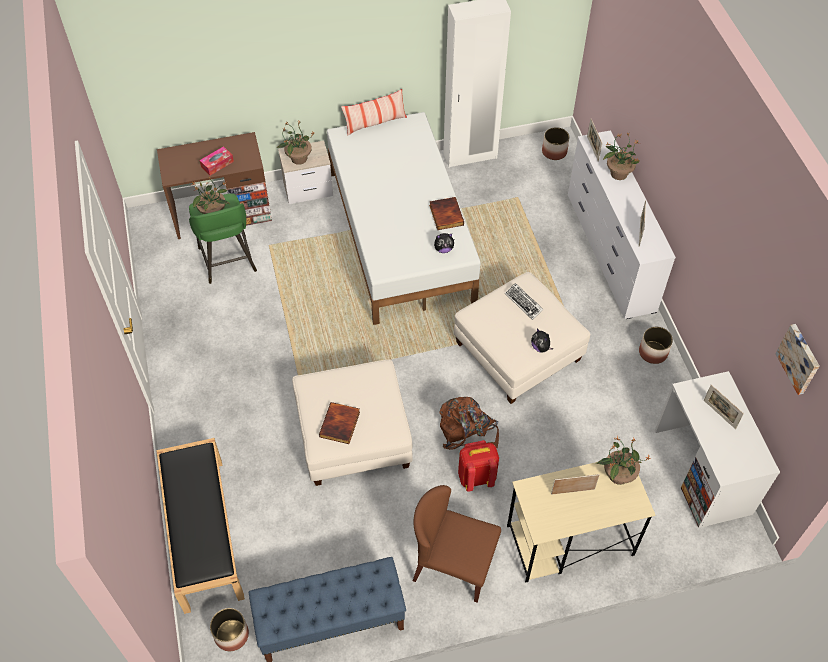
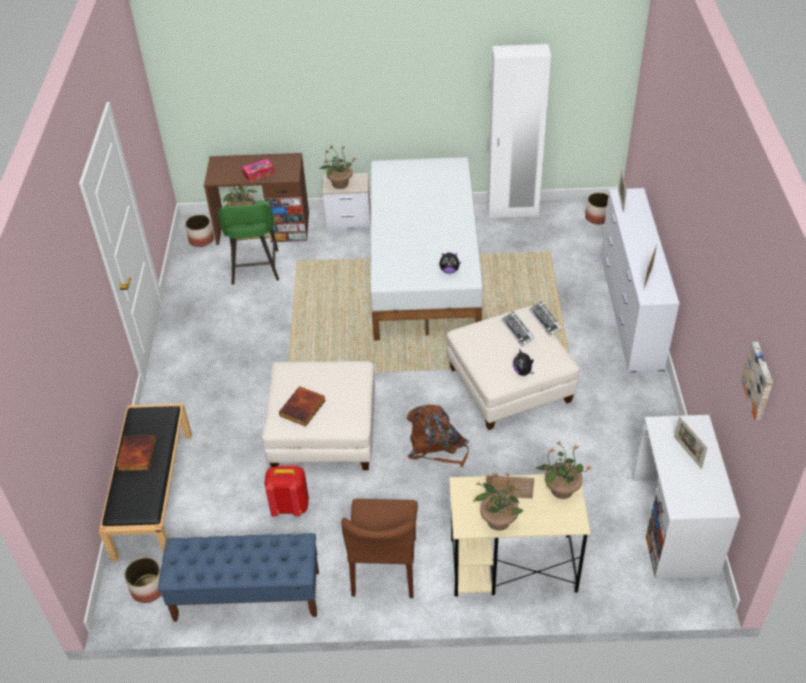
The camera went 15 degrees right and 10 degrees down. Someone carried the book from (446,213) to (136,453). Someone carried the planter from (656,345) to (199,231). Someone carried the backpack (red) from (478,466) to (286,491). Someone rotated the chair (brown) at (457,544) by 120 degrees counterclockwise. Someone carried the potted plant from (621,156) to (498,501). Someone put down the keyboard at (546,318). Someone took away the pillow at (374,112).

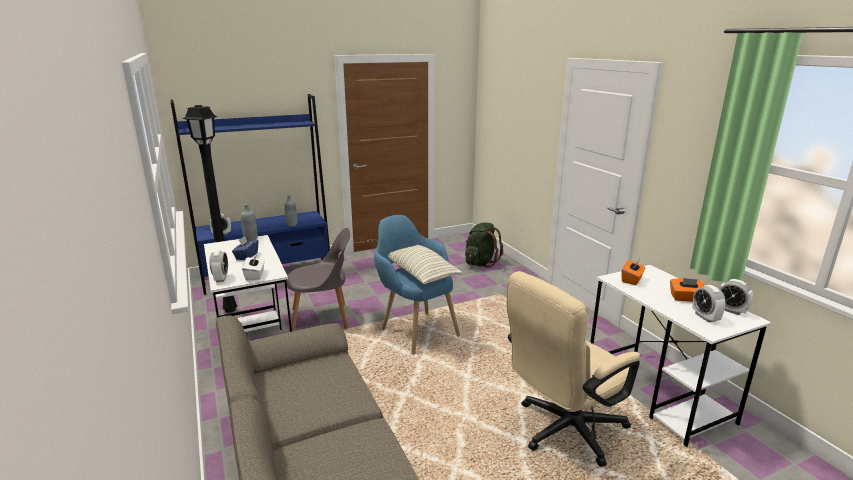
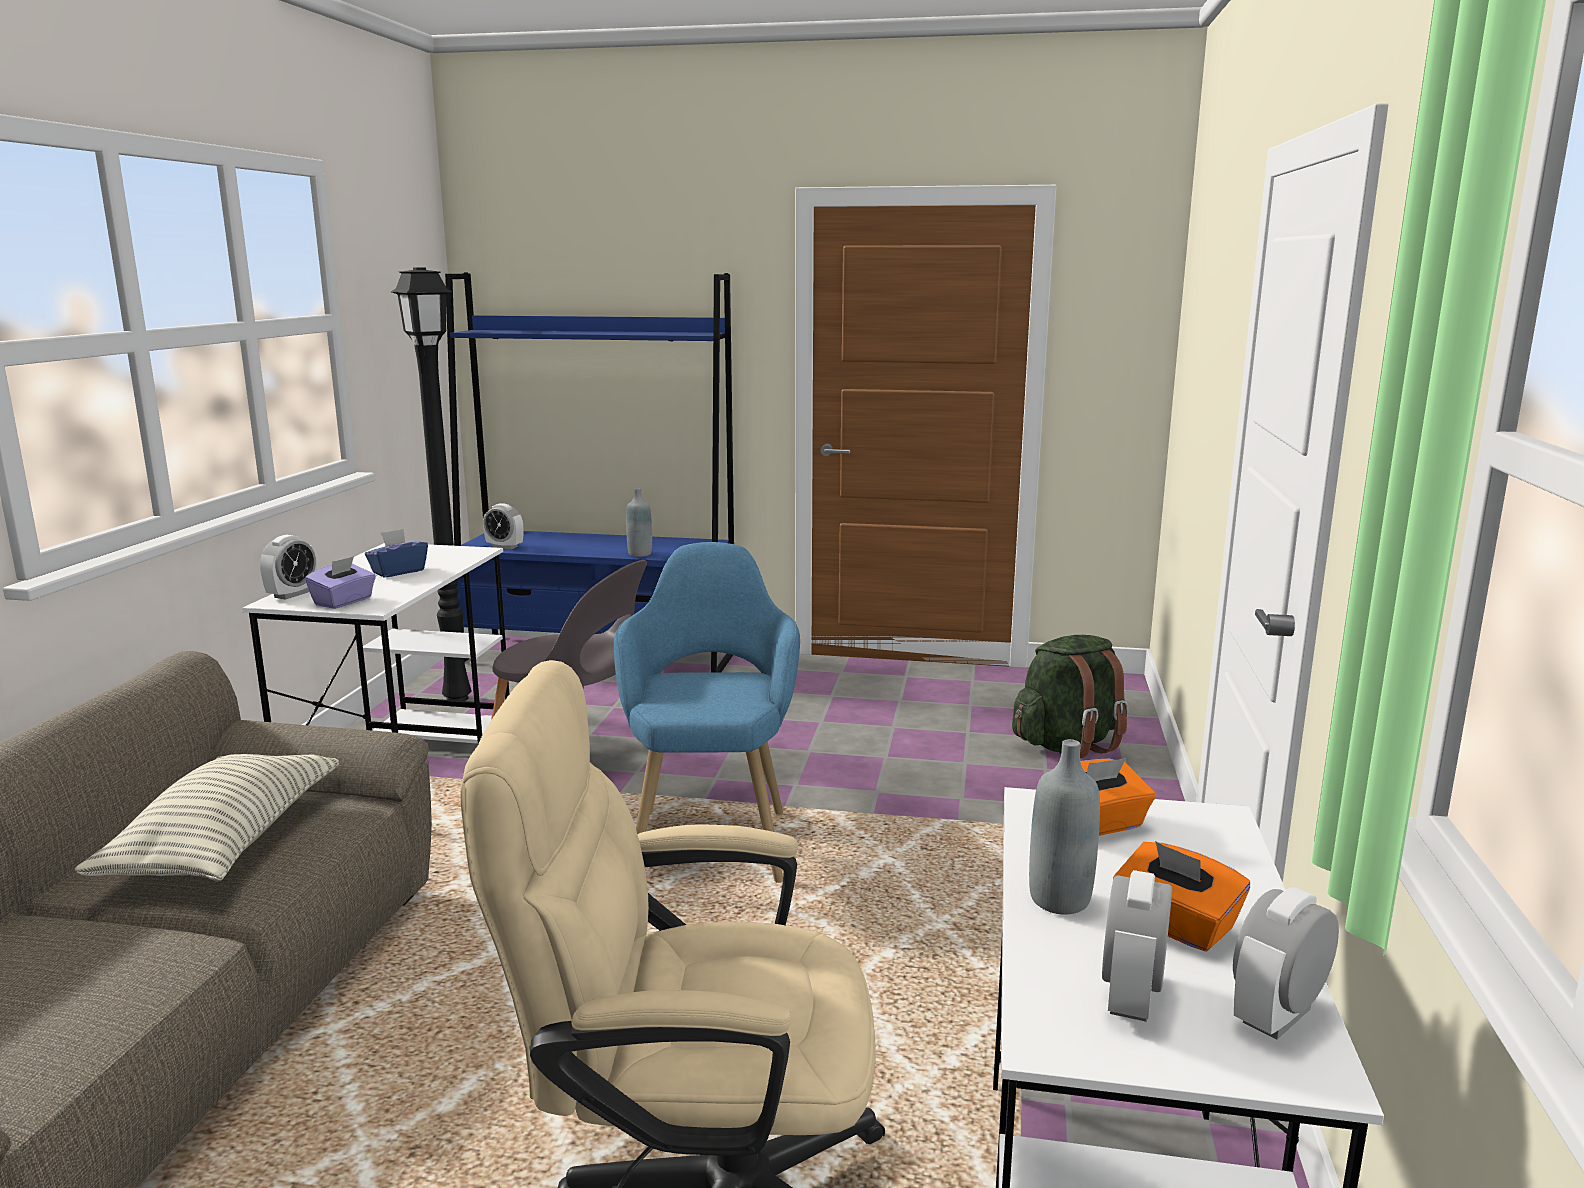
The camera went 35 degrees right and 5 degrees down. Someone carried the pillow from (425,264) to (207,818). Someone repainted the tissue box (white) at (253,267), which became the tissue box (purple) at (340,582). Someone carried the bottle (grey) from (249,222) to (1064,827). Someone rotated the alarm clock at (736,297) by 60 degrees clockwise.

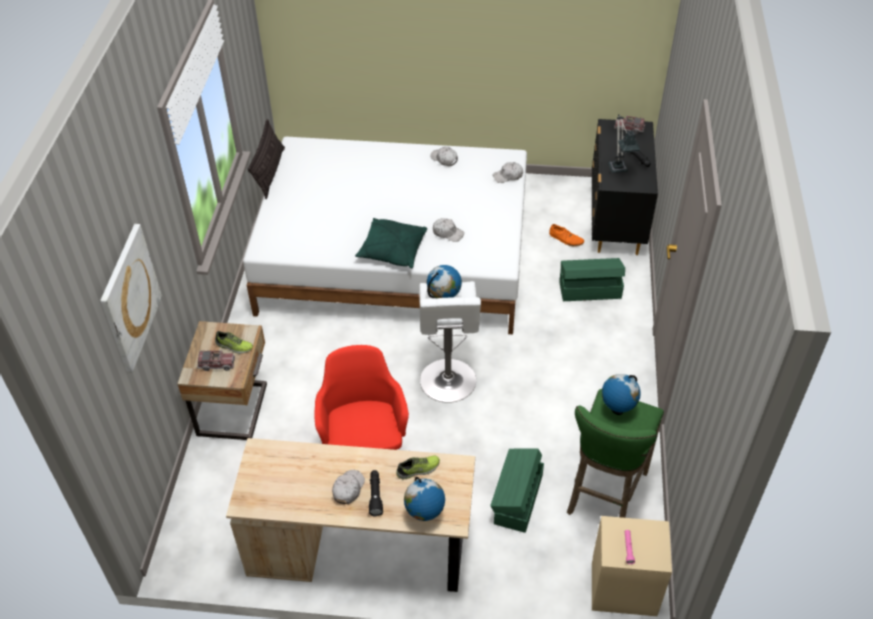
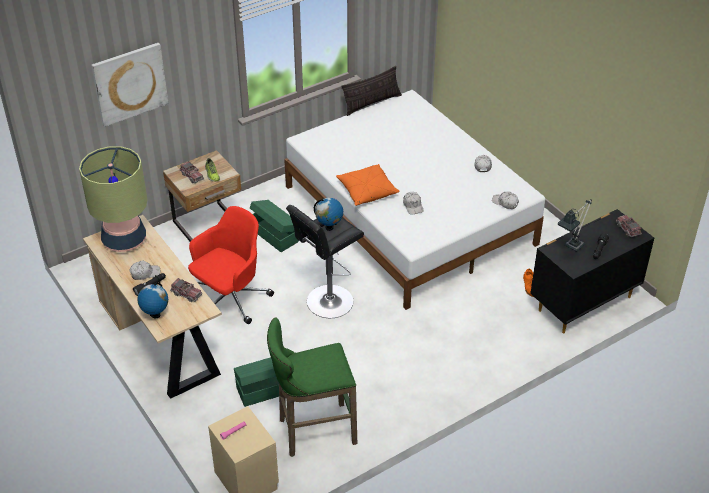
The camera went 50 degrees right and 5 degrees down. Someone put down the table lamp at (113,199). Someone swapped the shoe at (418,467) for the toy truck at (186,290). Someone carried the storage box (green) from (592,279) to (274,226). Someone repainted the stool (white) at (450,342), which became the stool (black) at (325,261). Someone repainted the pillow (green) at (391,243), which became the pillow (orange) at (367,185). Someone took away the globe at (621,394).

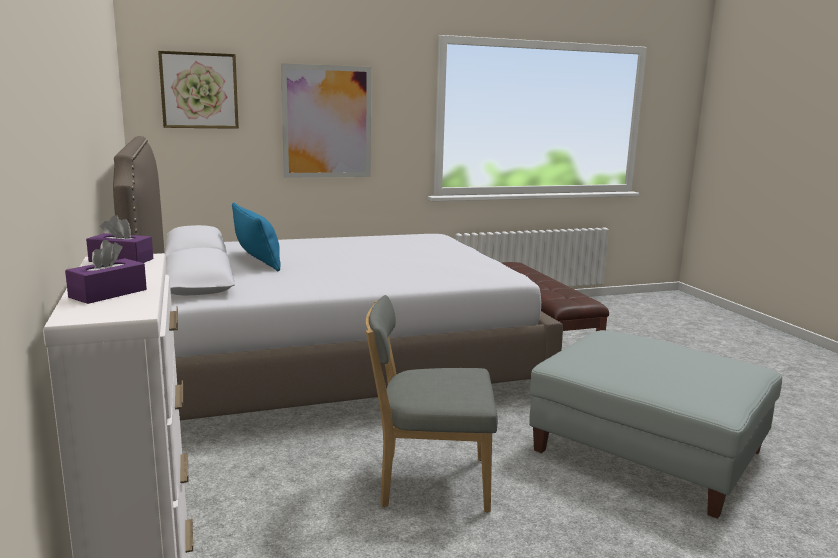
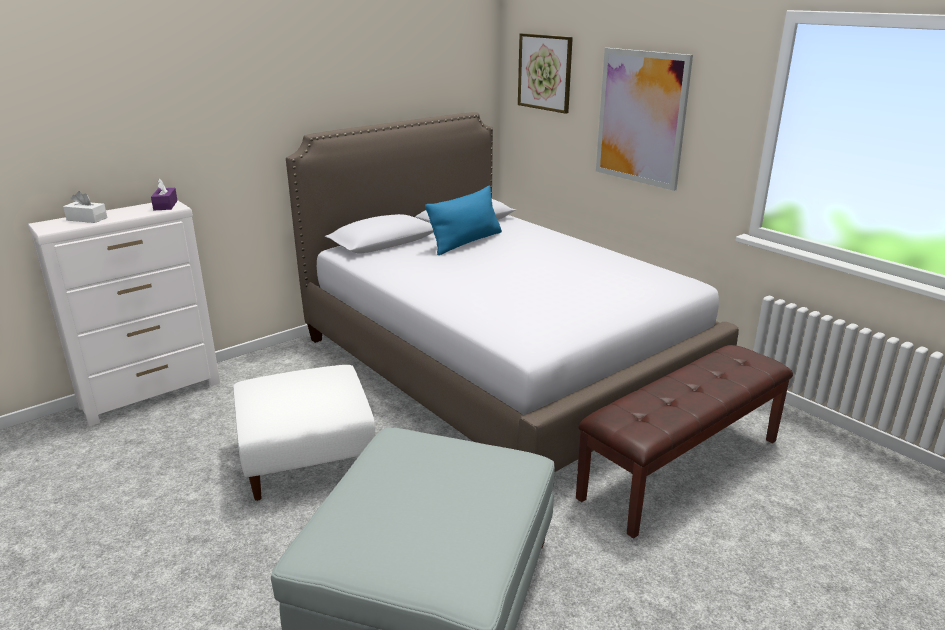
The camera went 70 degrees right and 10 degrees up. Someone repainted the tissue box (purple) at (106,272), which became the tissue box (white) at (85,207). Someone swapped the chair (grey) at (432,403) for the ottoman (white) at (304,433).

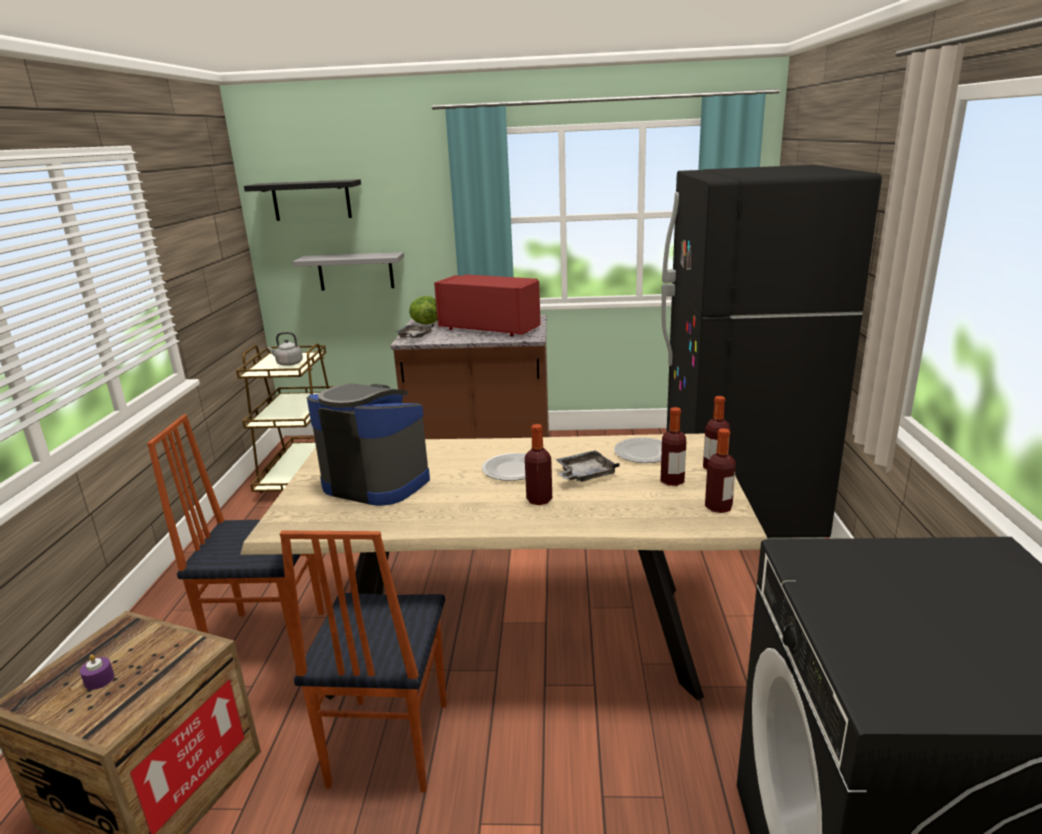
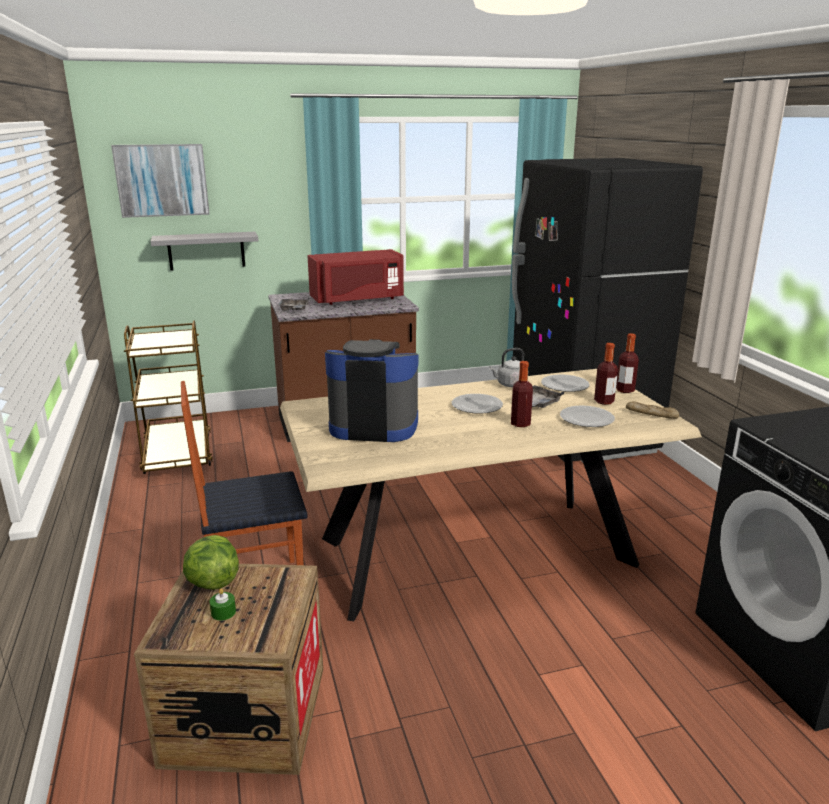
The camera went 20 degrees left and 0 degrees up. Someone swapped the shelf (black) at (302,200) for the picture at (160,181). Someone carried the lettuce from (423,310) to (211,562). Someone repainted the candle (purple) at (97,672), which became the candle (green) at (223,605). Someone rotated the microwave (red) at (487,305) by 150 degrees clockwise. Someone carried the kettle (grey) from (285,349) to (506,367). Someone put down the plate at (587,416). Someone swapped the bottle at (720,470) for the bread at (652,410). Someone took away the chair at (363,661).

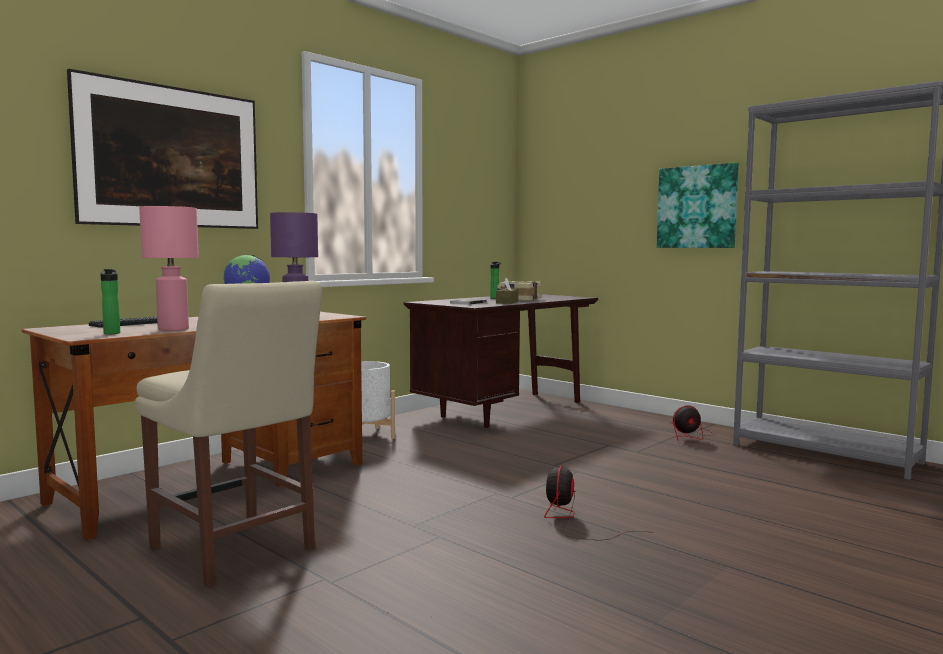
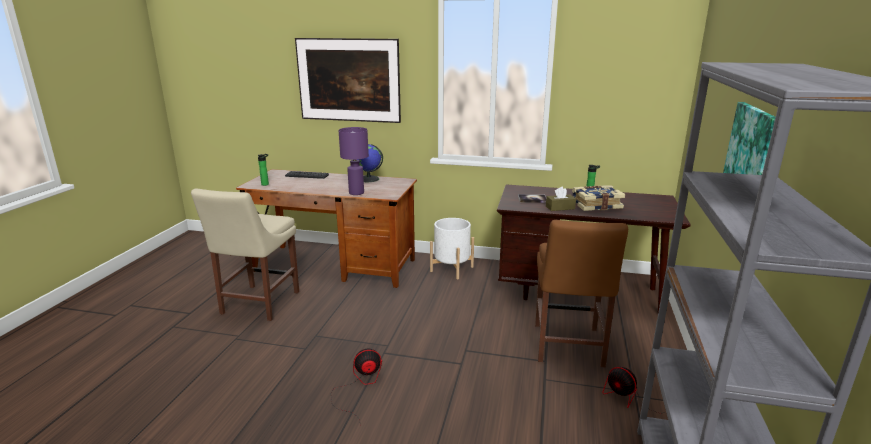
The camera went 60 degrees right and 15 degrees up. Someone put down the chair (brown) at (581,293). Someone took away the table lamp (pink) at (169,268).

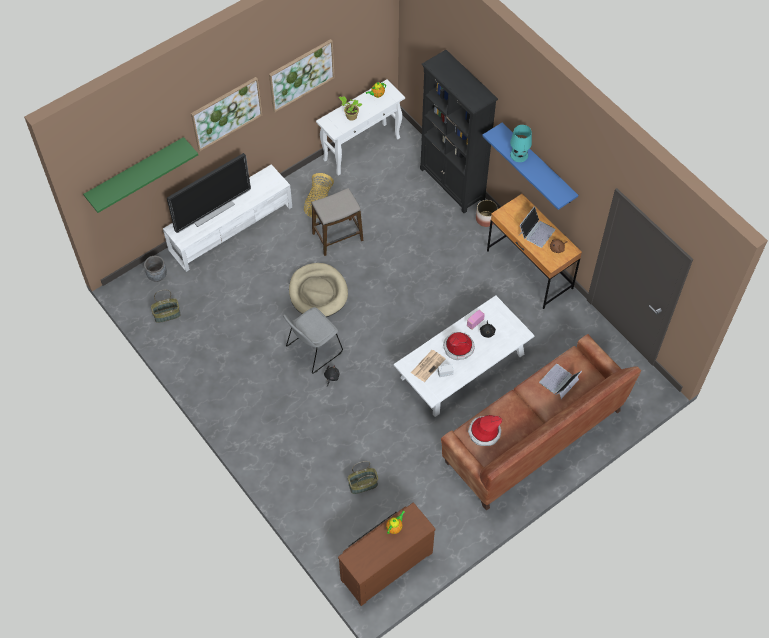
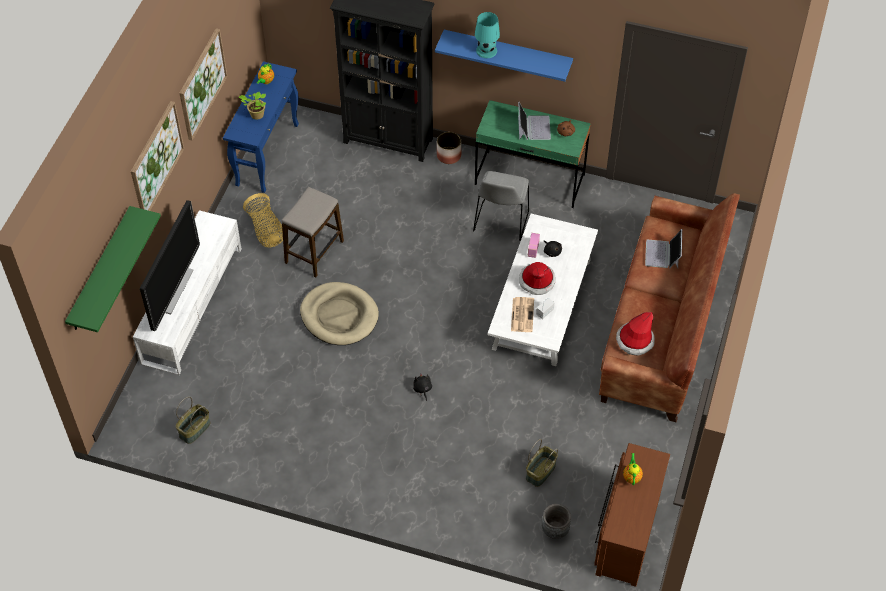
The camera went 35 degrees left and 5 degrees down. Someone repainted the console table (white) at (360,127), which became the console table (blue) at (261,127). Someone carried the chair (grey) from (313,340) to (501,206). Someone repainted the desk (brown) at (534,251), which became the desk (green) at (533,154). Someone carried the planter (grey) from (155,269) to (556,521).

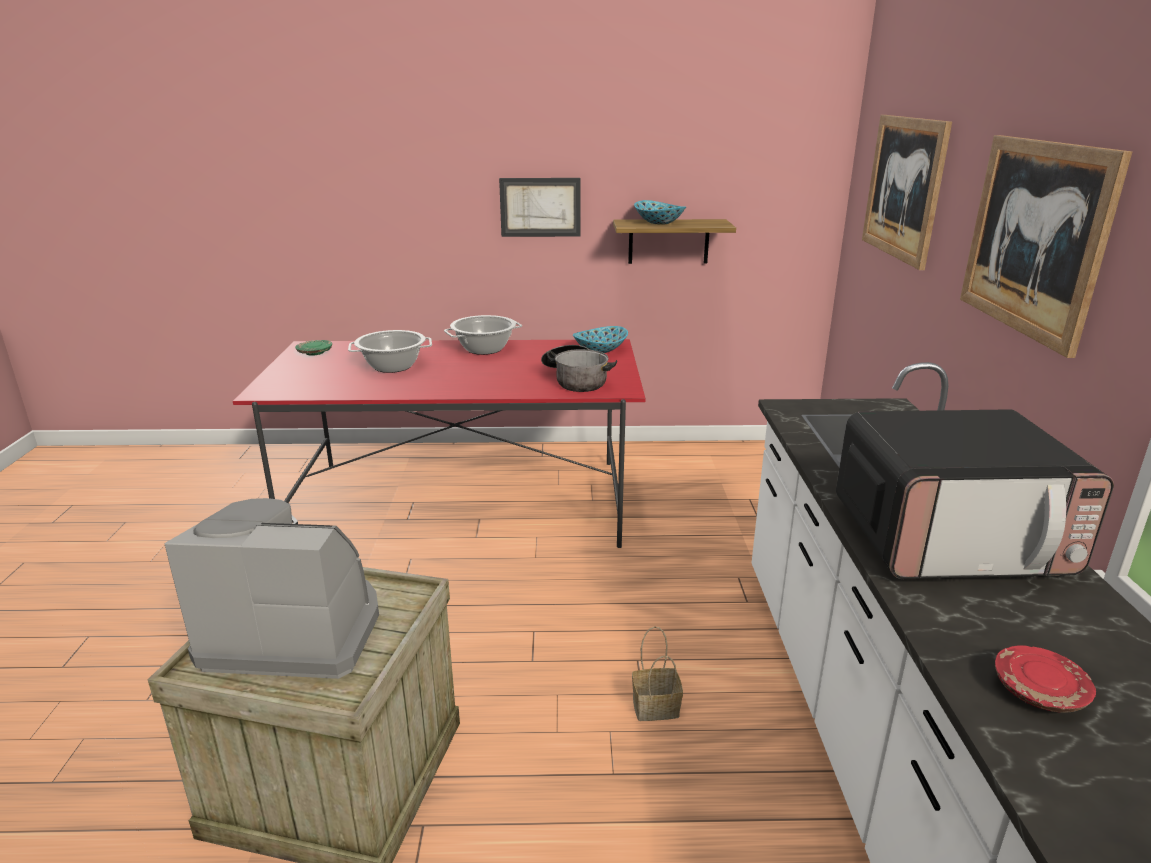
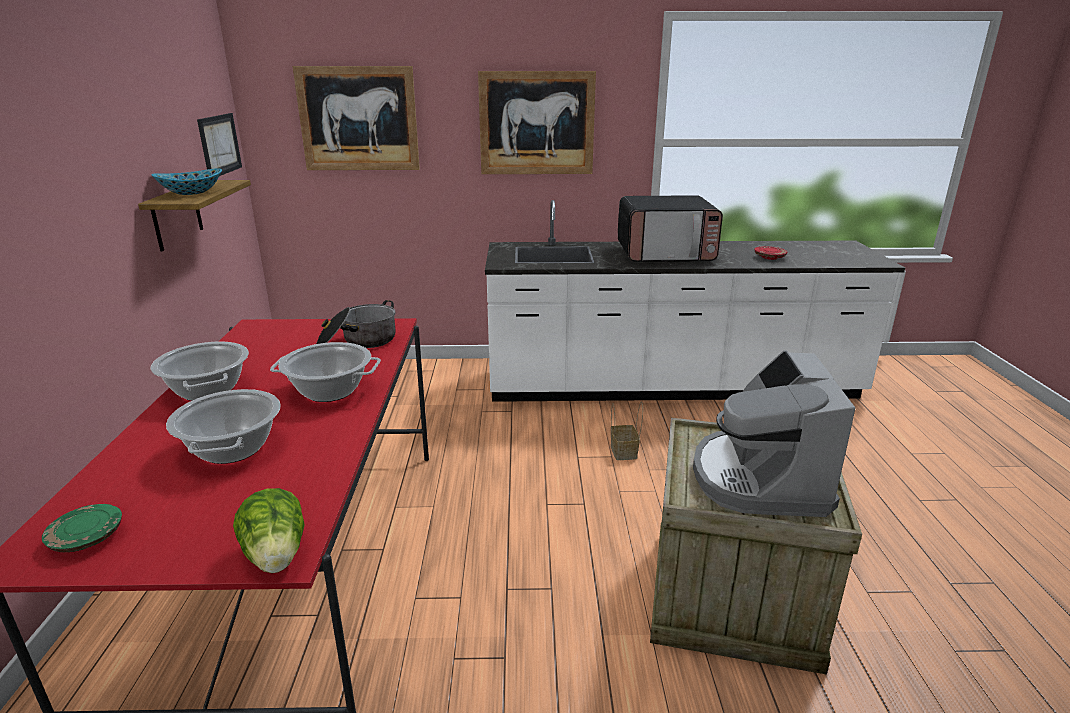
The camera went 90 degrees left and 0 degrees up. Someone carried the picture from (540,207) to (219,144). Someone put down the lettuce at (268,530). Someone put down the cooking pot at (325,372). Someone rotated the microwave at (975,494) by 90 degrees clockwise. Someone took away the bowl at (600,339).

